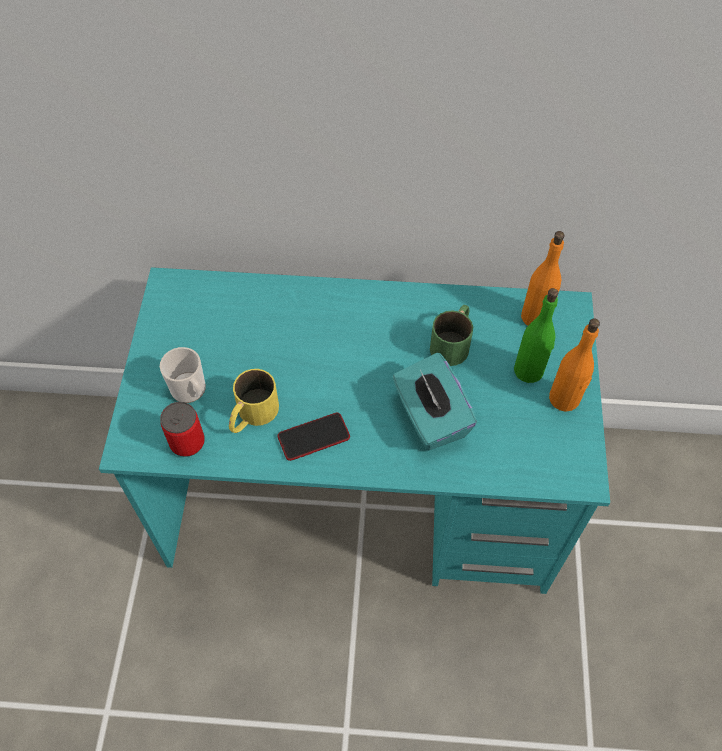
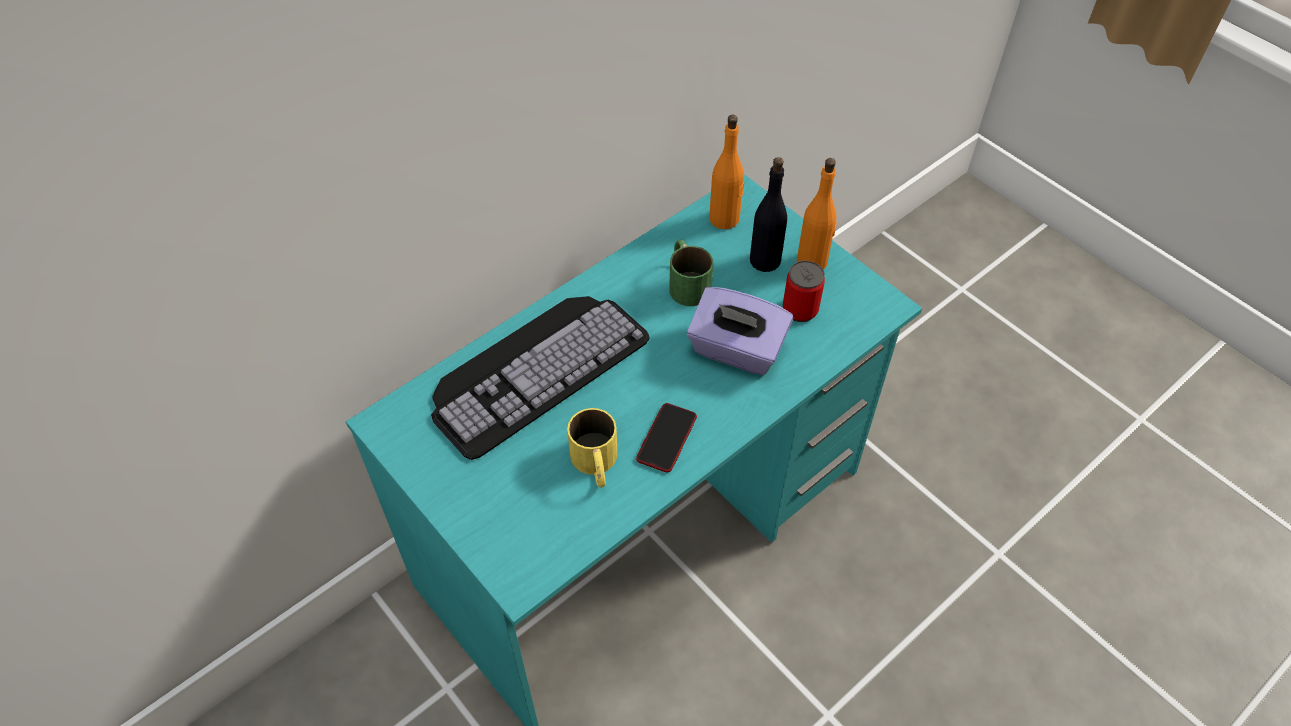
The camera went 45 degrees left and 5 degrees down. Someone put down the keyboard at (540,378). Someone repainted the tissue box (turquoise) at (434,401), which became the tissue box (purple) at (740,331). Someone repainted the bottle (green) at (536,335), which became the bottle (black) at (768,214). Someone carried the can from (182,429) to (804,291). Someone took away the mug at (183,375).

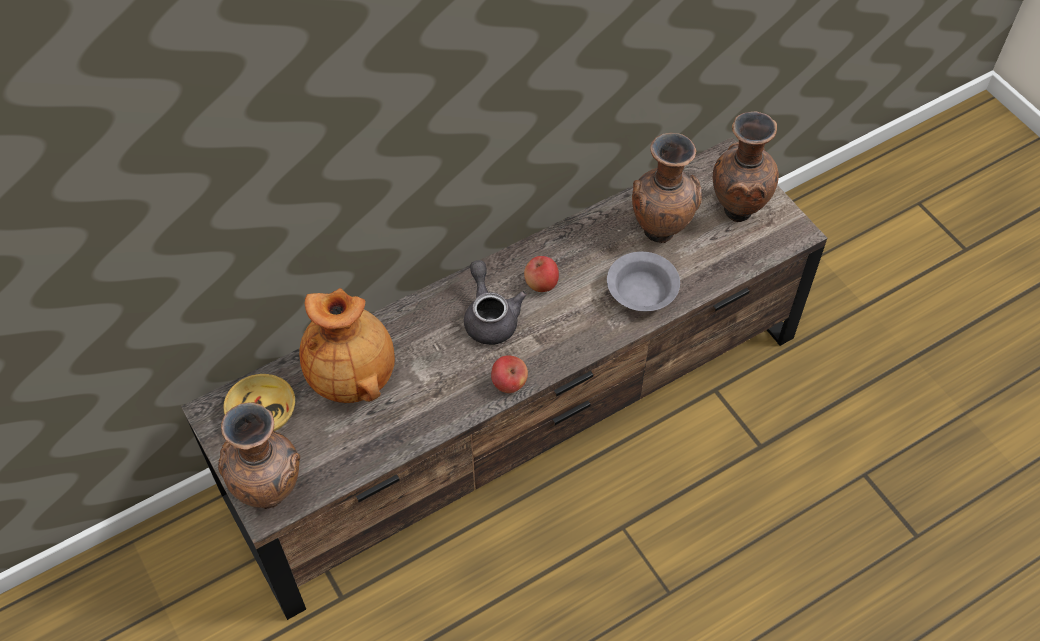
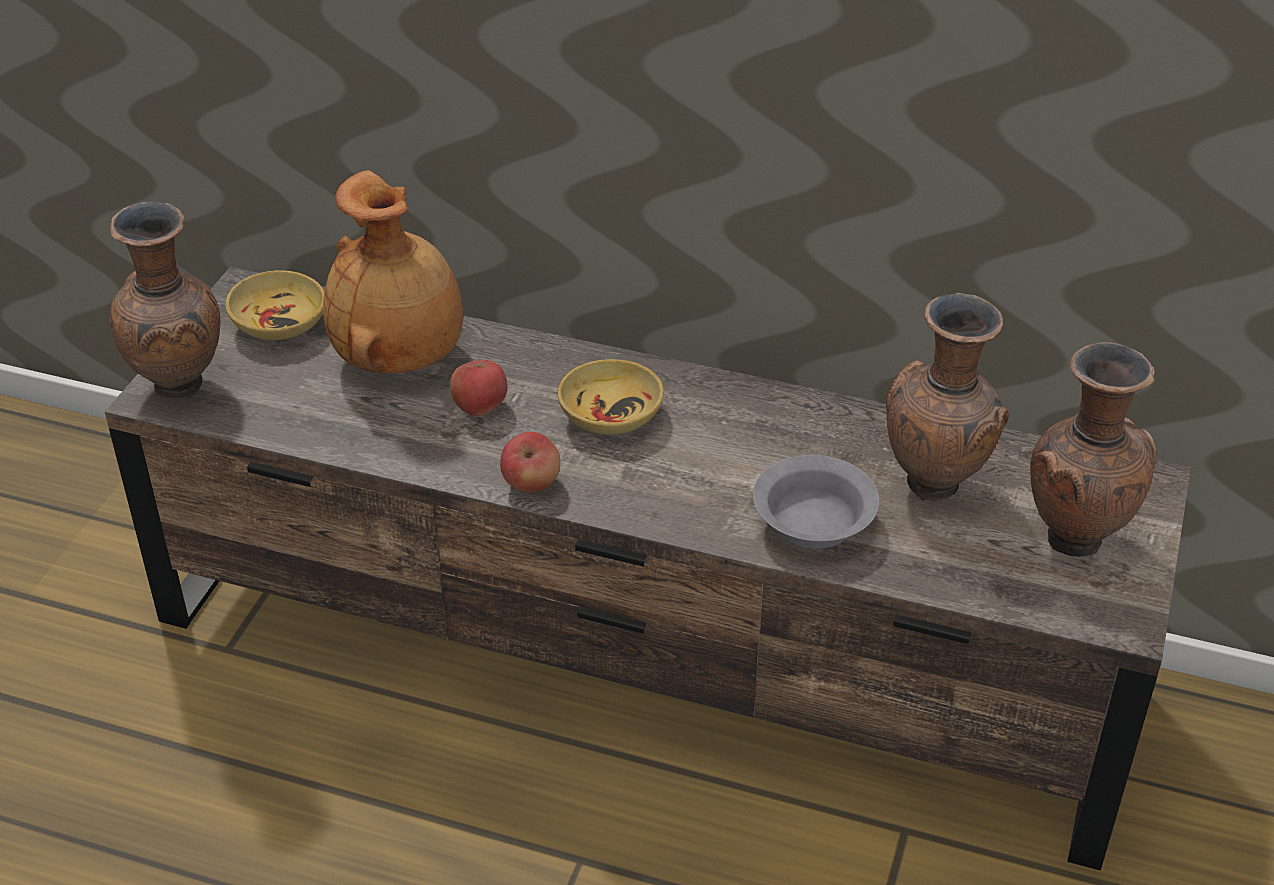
The camera went 50 degrees right and 15 degrees down. Someone carried the apple from (541,274) to (478,388). Someone swapped the teapot (grey) at (495,302) for the bowl (beige) at (610,397).

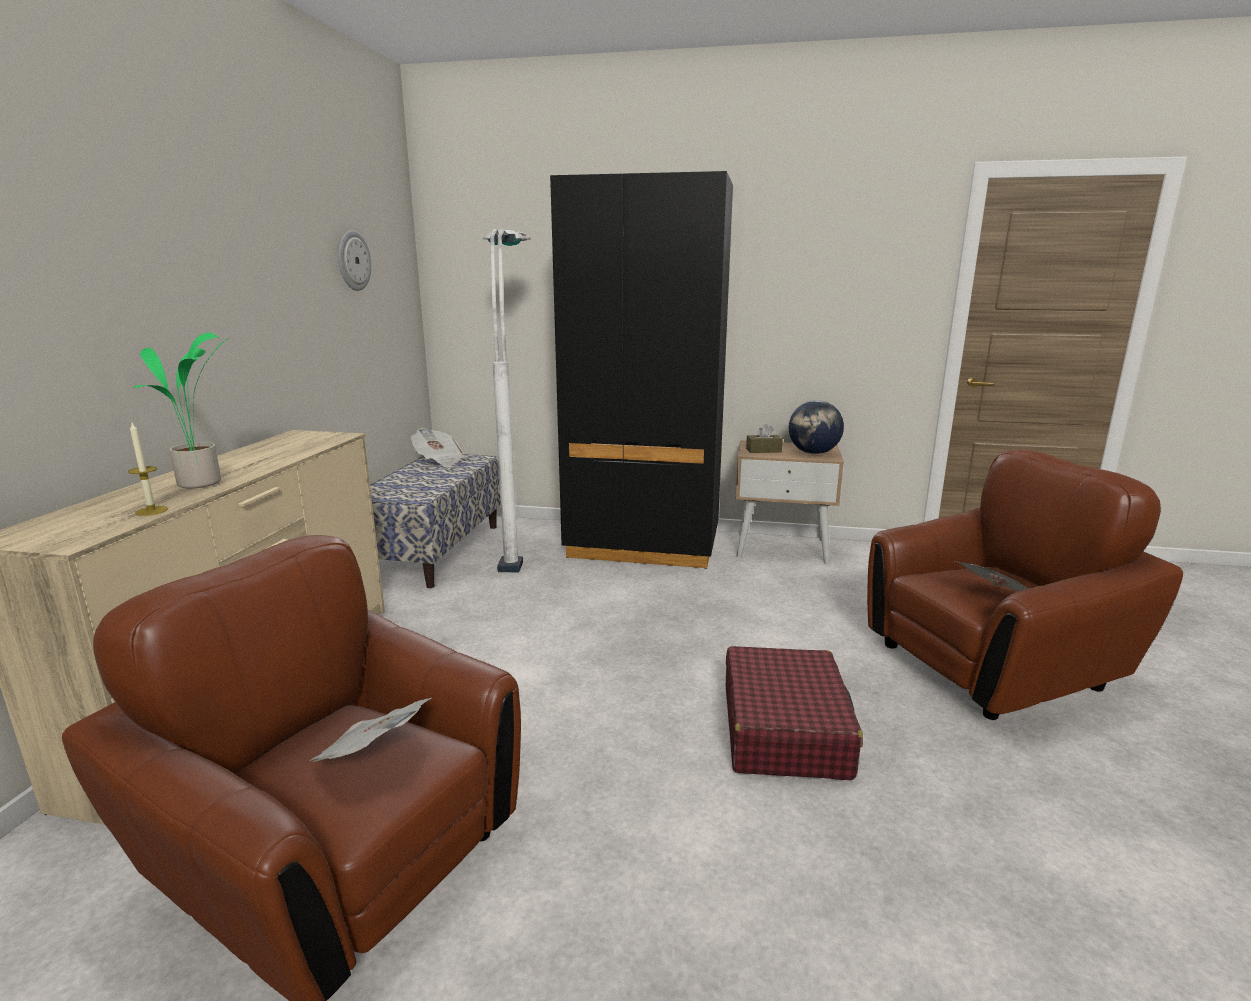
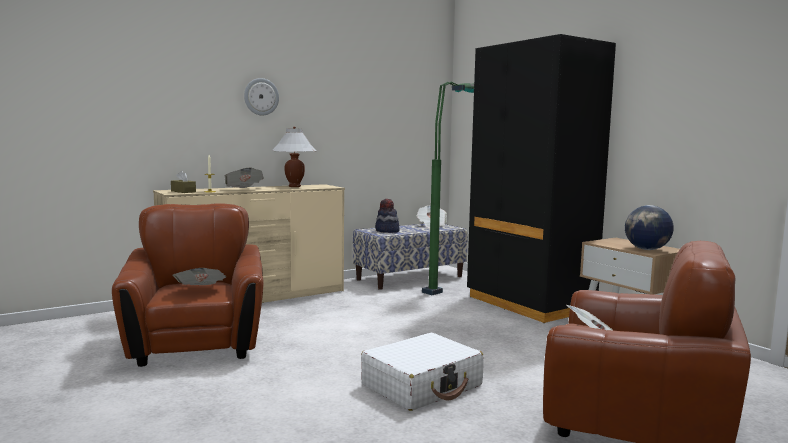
The camera went 45 degrees right and 10 degrees down. Someone carried the tissue box (brown) from (764,438) to (183,182). Someone swapped the potted plant at (181,410) for the newspaper at (244,178). Someone carried the wall clock from (354,260) to (261,96). Someone put down the table lamp (white) at (294,156). Someone repainted the suitcase (red) at (794,713), which became the suitcase (white) at (422,372). Someone put down the hat at (387,216). Someone repainted the floor lamp (white) at (506,400), which became the floor lamp (green) at (448,188).

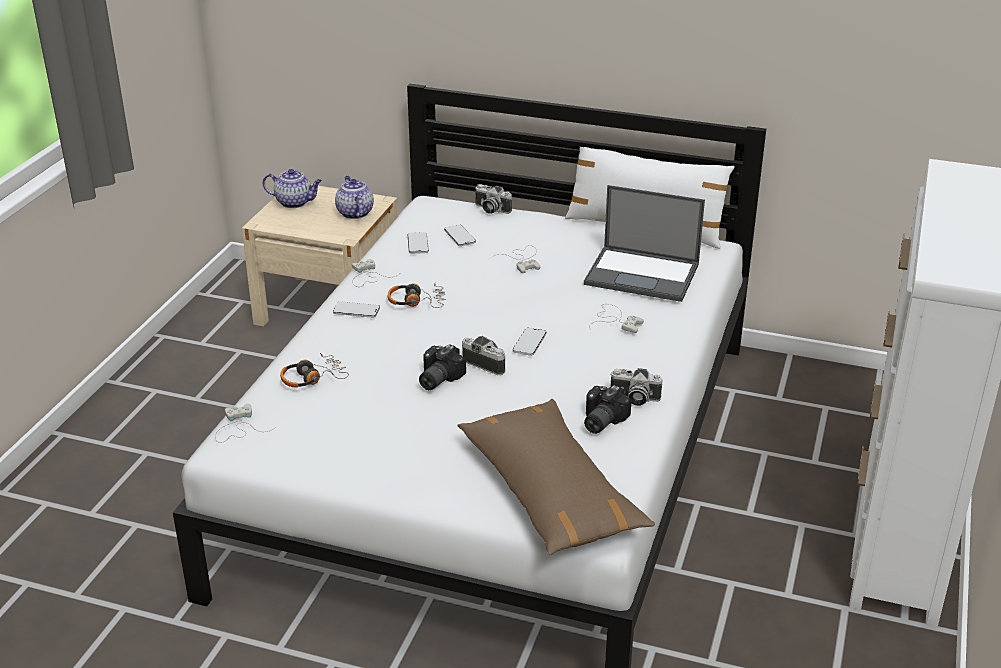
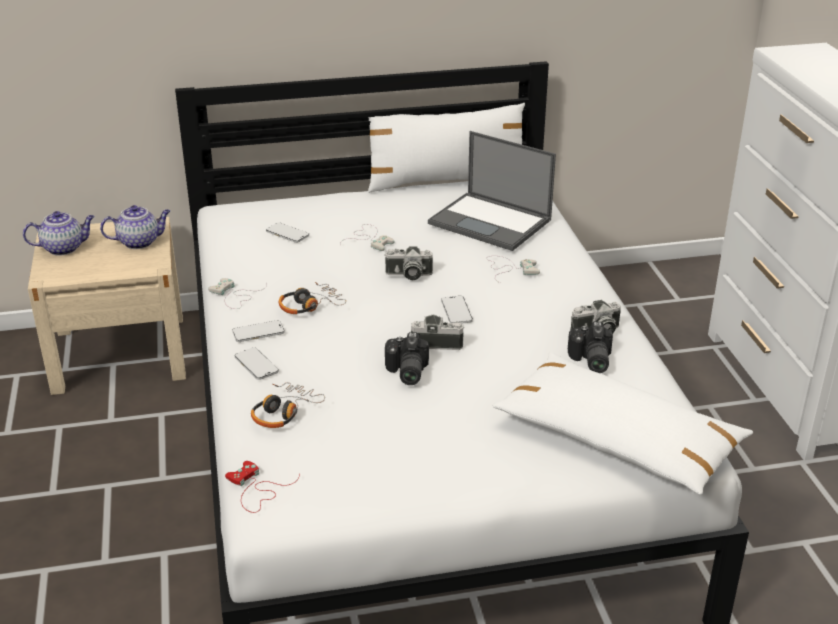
The camera went 30 degrees left and 0 degrees up. Someone rotated the teapot at (354,197) by 120 degrees clockwise. Someone repainted the game controller (white) at (246,423), which became the game controller (red) at (262,487). Someone carried the phone from (418,243) to (257,363). Someone carried the photo camera from (493,199) to (408,263). Someone rotated the laptop at (644,243) by 45 degrees clockwise. Someone repainted the pillow (brown) at (556,477), which became the pillow (white) at (622,423).

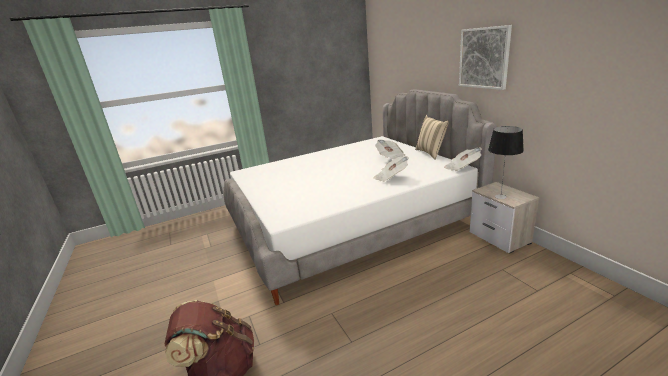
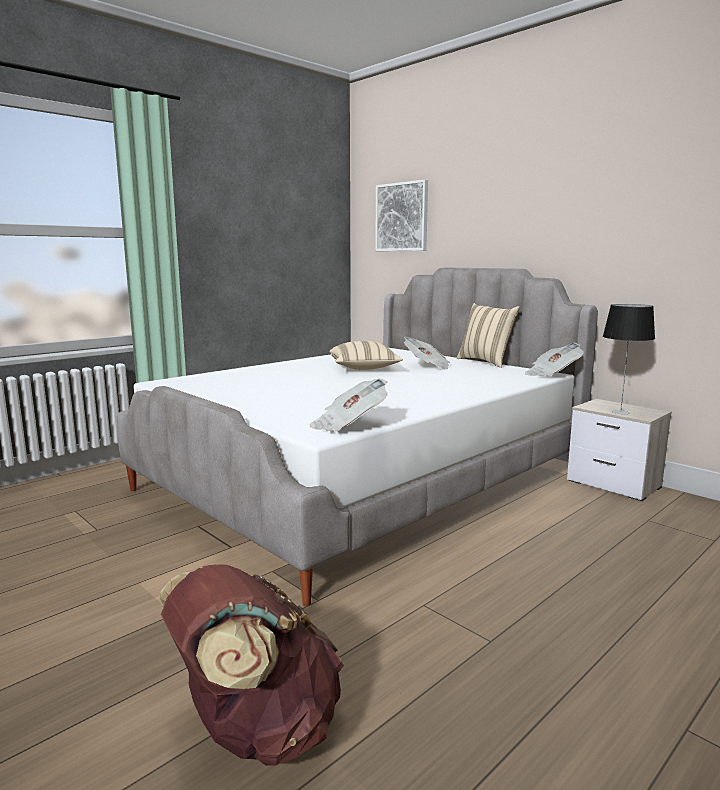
The camera went 20 degrees left and 10 degrees down. Someone carried the newspaper from (391,169) to (349,405). Someone put down the pillow (beige) at (366,355). Someone carried the picture from (485,57) to (401,215).

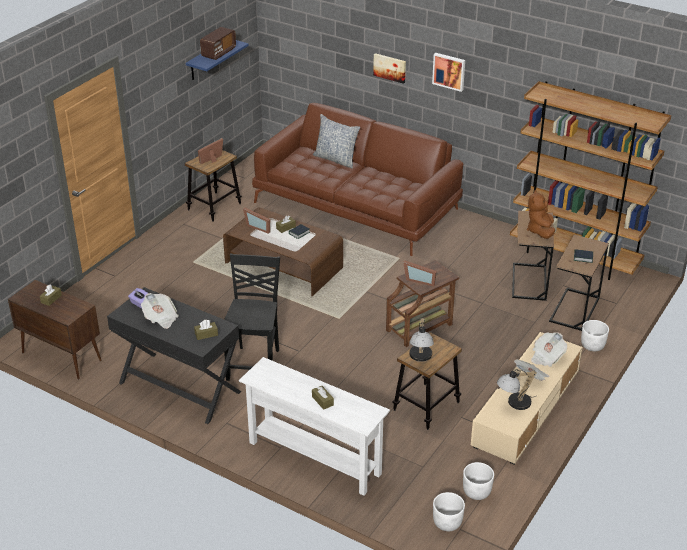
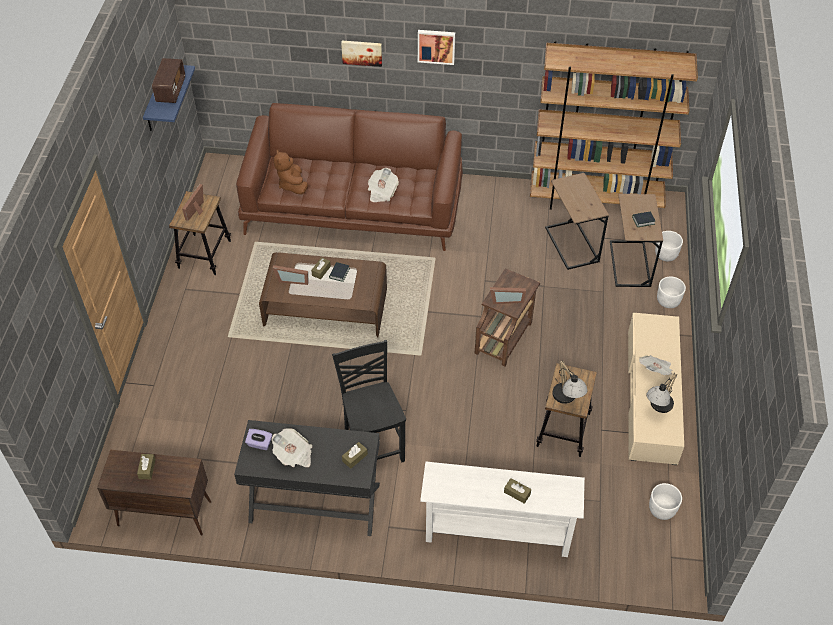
The camera went 25 degrees left and 15 degrees up. Someone carried the plush toy (brown) from (541,214) to (291,172). Someone carried the newspaper from (549,349) to (383,185). Someone carried the planter (white) from (449,511) to (669,246). Someone took away the pillow at (336,141).

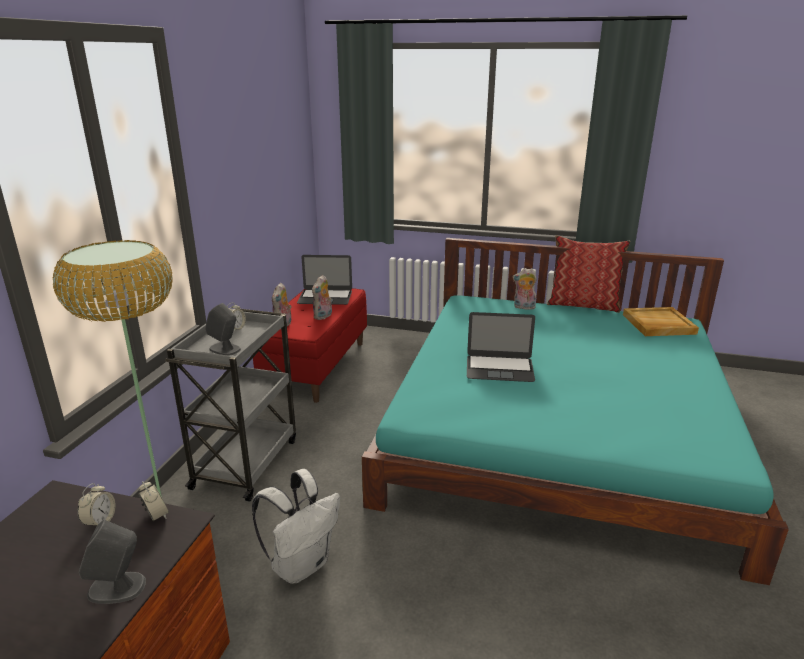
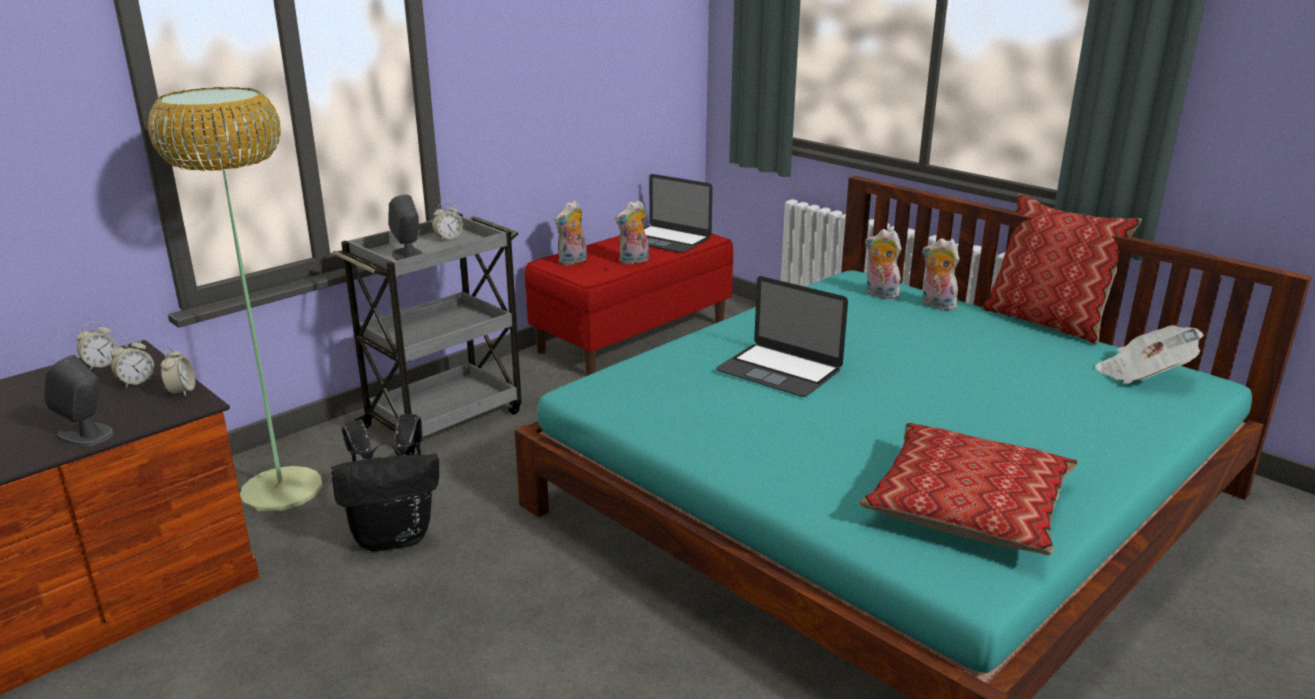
The camera went 30 degrees right and 0 degrees up. Someone put down the alarm clock at (96,346). Someone repainted the backpack (white) at (296,526), which became the backpack (black) at (385,483). Someone put down the pillow at (968,489). Someone put down the plush toy at (883,264). Someone swapped the tray (beige) at (661,321) for the newspaper at (1150,354).

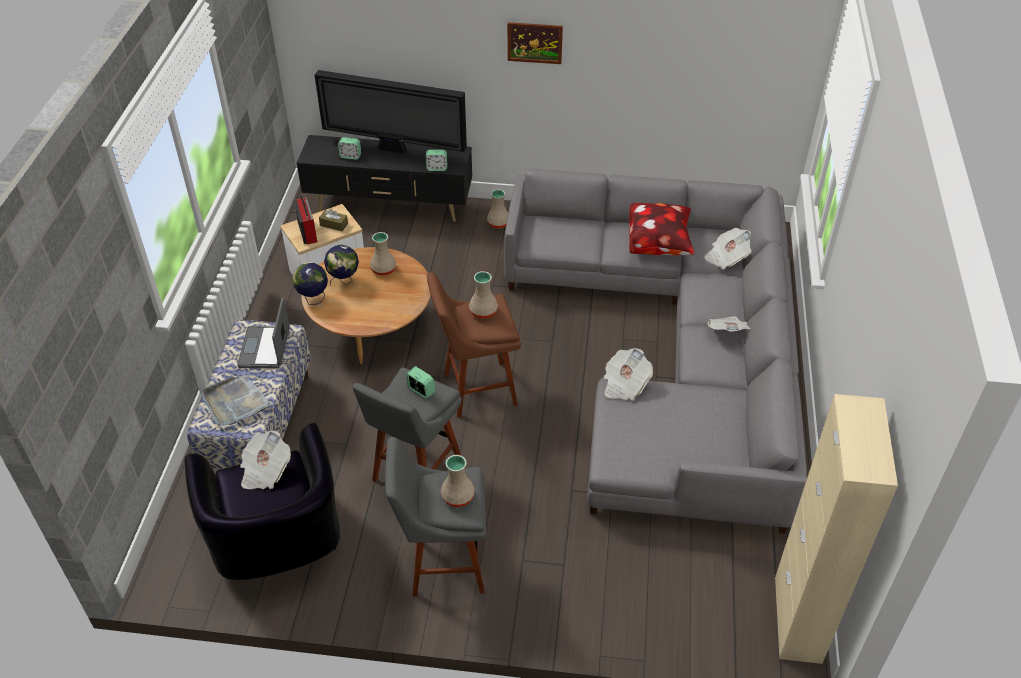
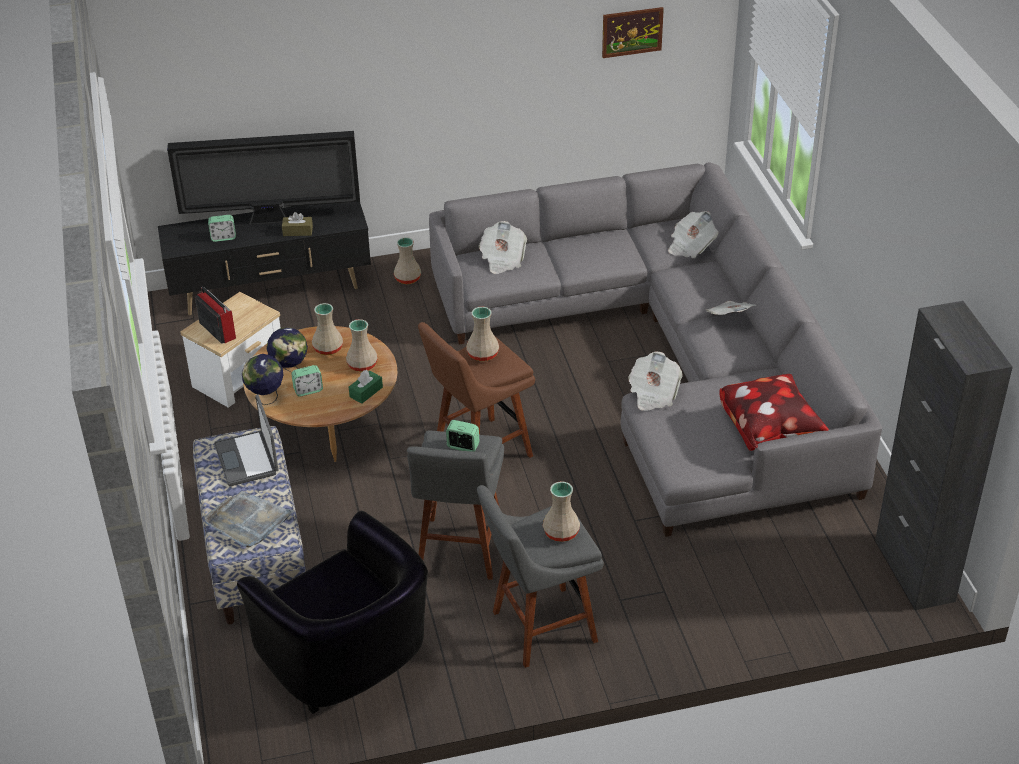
The camera went 20 degrees left and 5 degrees down. Someone carried the tissue box (brown) from (333,220) to (297,224). Someone carried the alarm clock from (436,160) to (307,381). Someone put down the vase (beige) at (362,345). Someone put down the tissue box (green) at (366,387). Someone carried the newspaper from (265,460) to (503,247). Someone carried the picture from (535,43) to (633,32). Someone carried the pillow from (661,229) to (774,412). Someone repainted the cabinet (beige) at (836,529), which became the cabinet (black) at (944,455).

